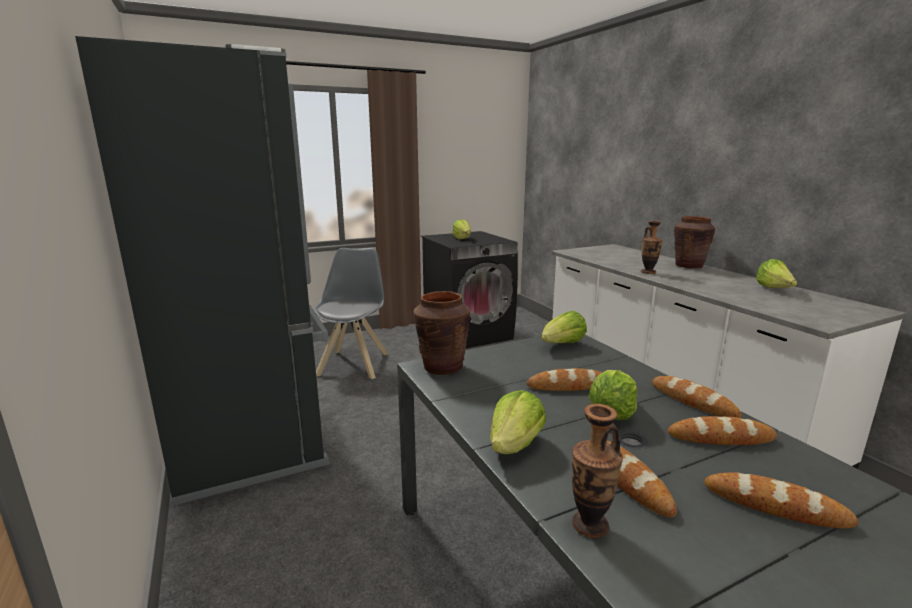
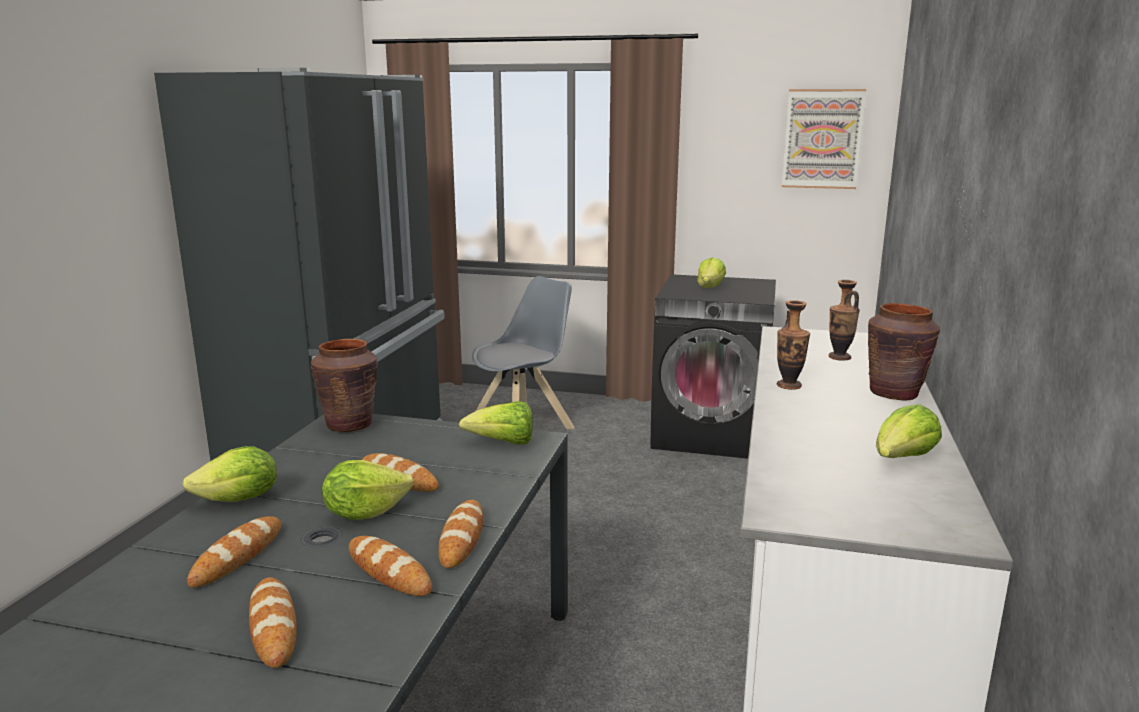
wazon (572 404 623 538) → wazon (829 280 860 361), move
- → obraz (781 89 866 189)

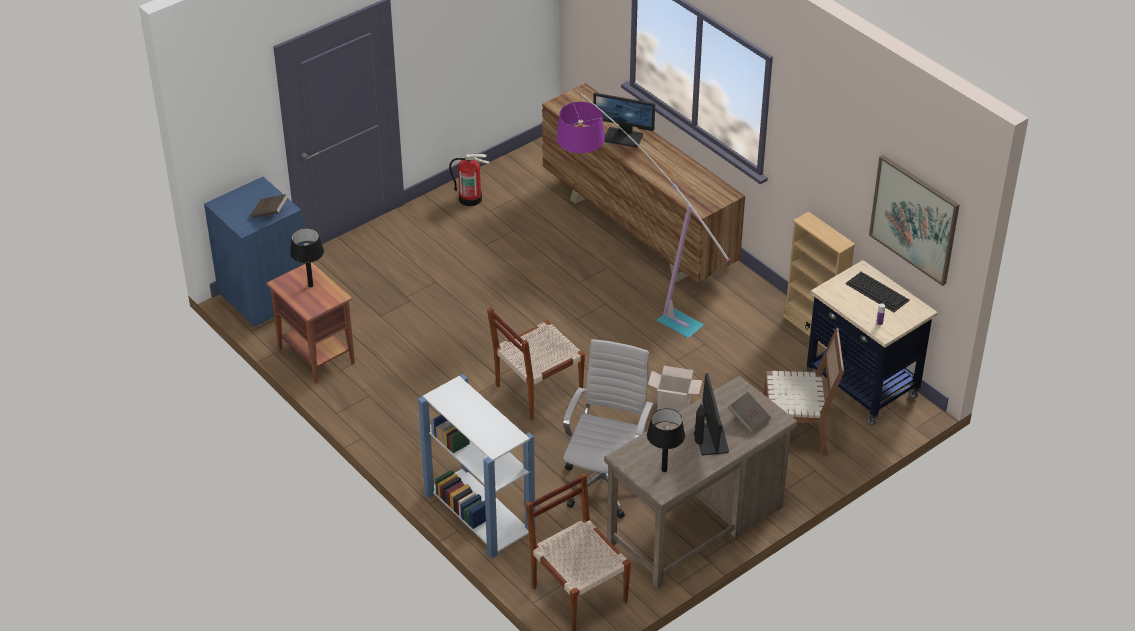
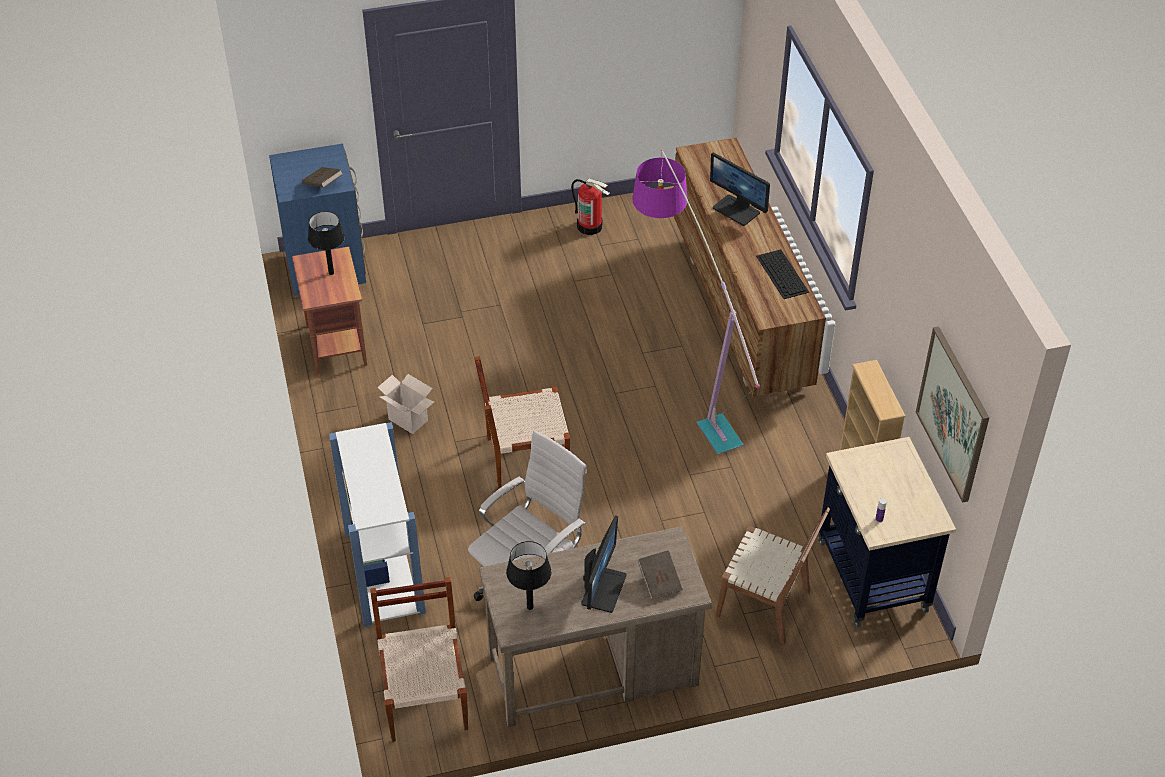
karton (648 366 702 412) → karton (377 374 434 434), move
klawiatura (845 272 910 312) → klawiatura (756 249 809 299), move

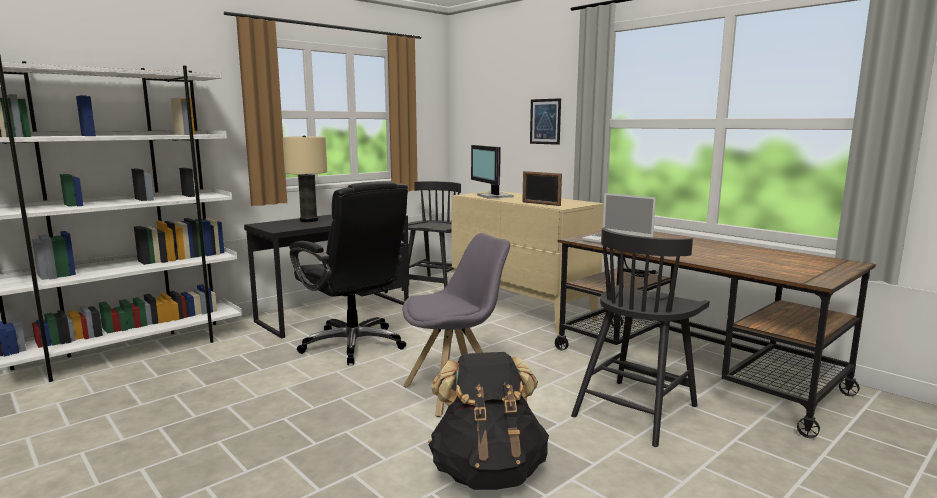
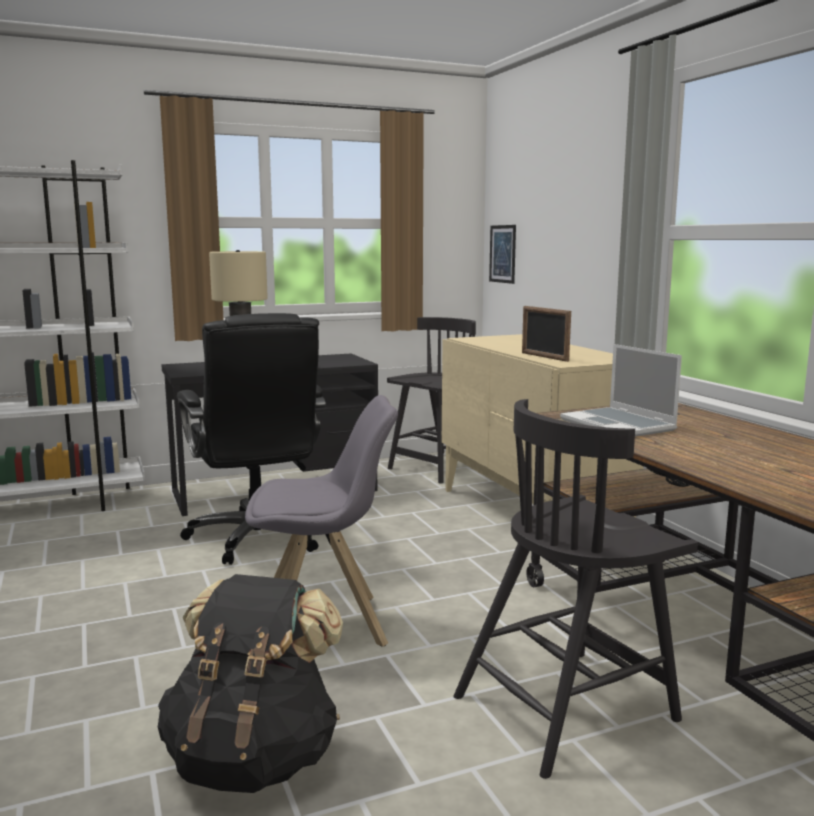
monitor (471 145 514 199) → -
obraz (530 98 561 145) → obraz (489 225 516 284), move

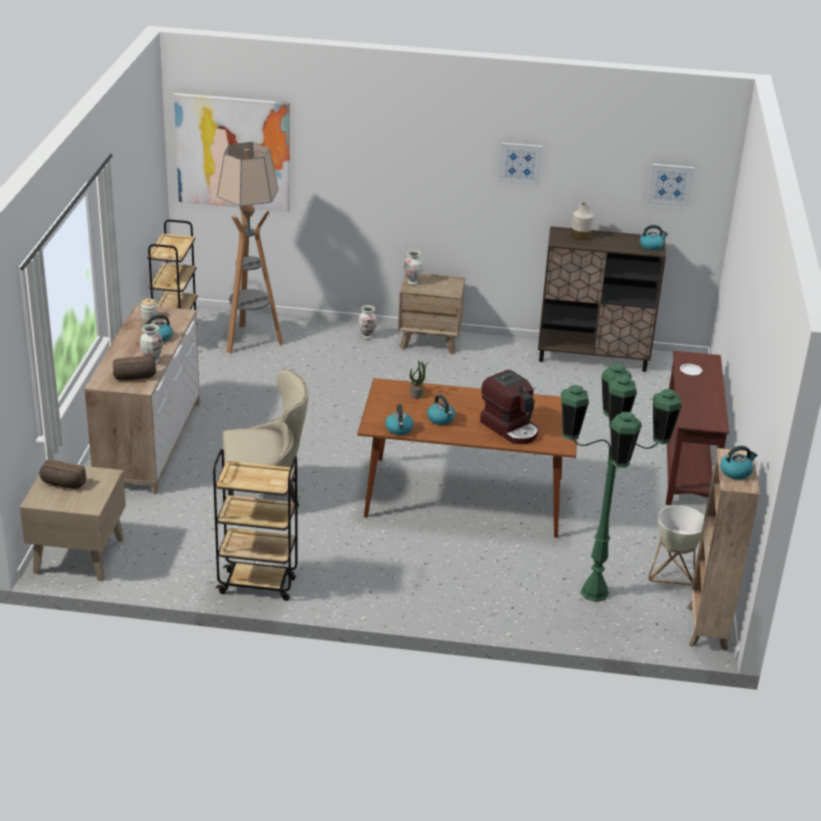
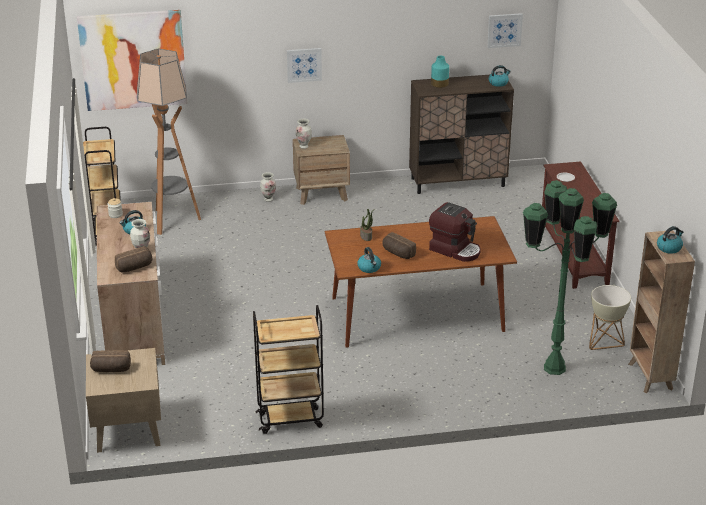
krzesło/beżowy (223 369 308 507) → -
czajnik (427 395 455 425) → chleb (383 232 416 259)
obraz (498 142 542 185) → obraz (287 48 322 83), move
wazon/beżowy (571 202 594 240) → wazon/turkusowy (431 56 449 88)

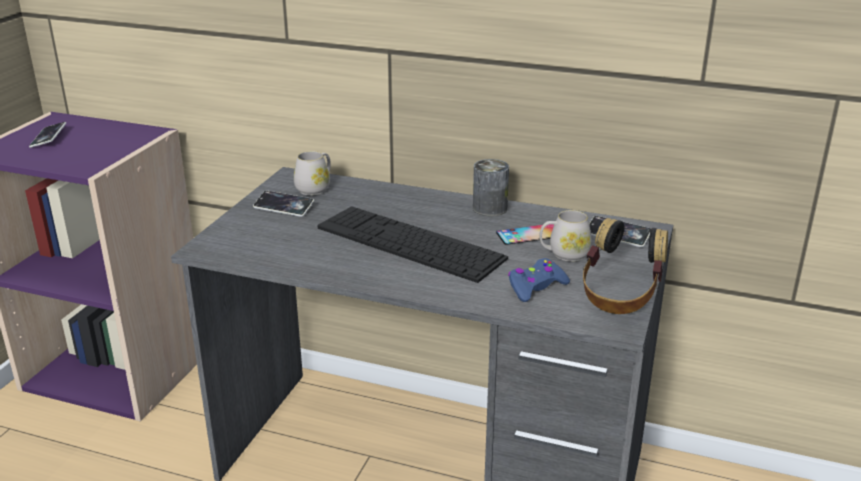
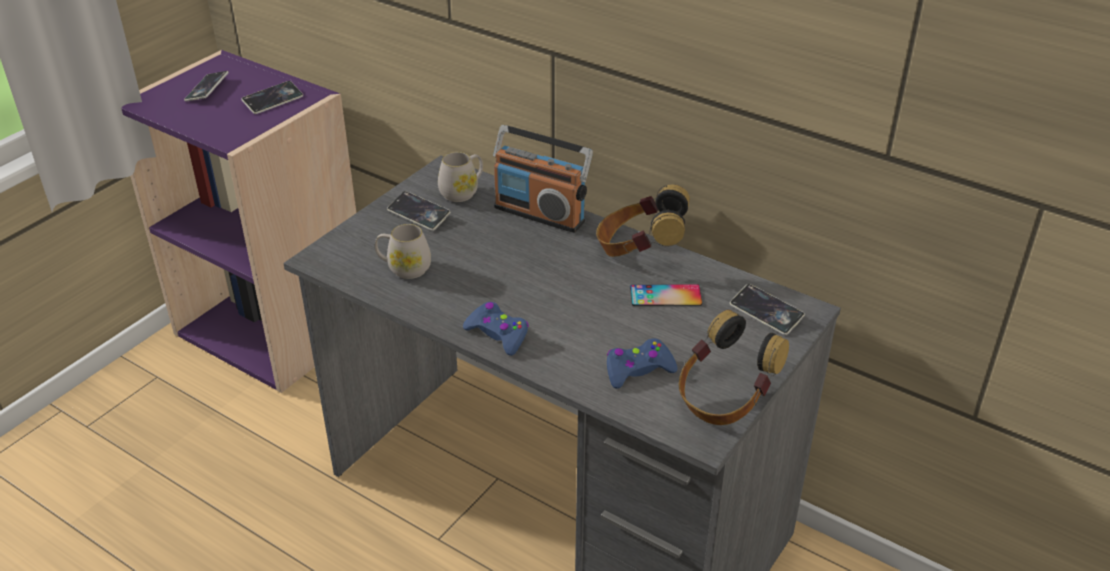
klawiatura (318 207 508 283) → -
puszka (473 159 509 216) → słuchawki (596 184 690 257)
kubek/biały (539 210 592 262) → kubek/biały (375 224 431 279), move
- → telefon (241 81 303 114)
- → pad do gier/niebieski (463 302 529 356)
- → radio (493 125 593 233)

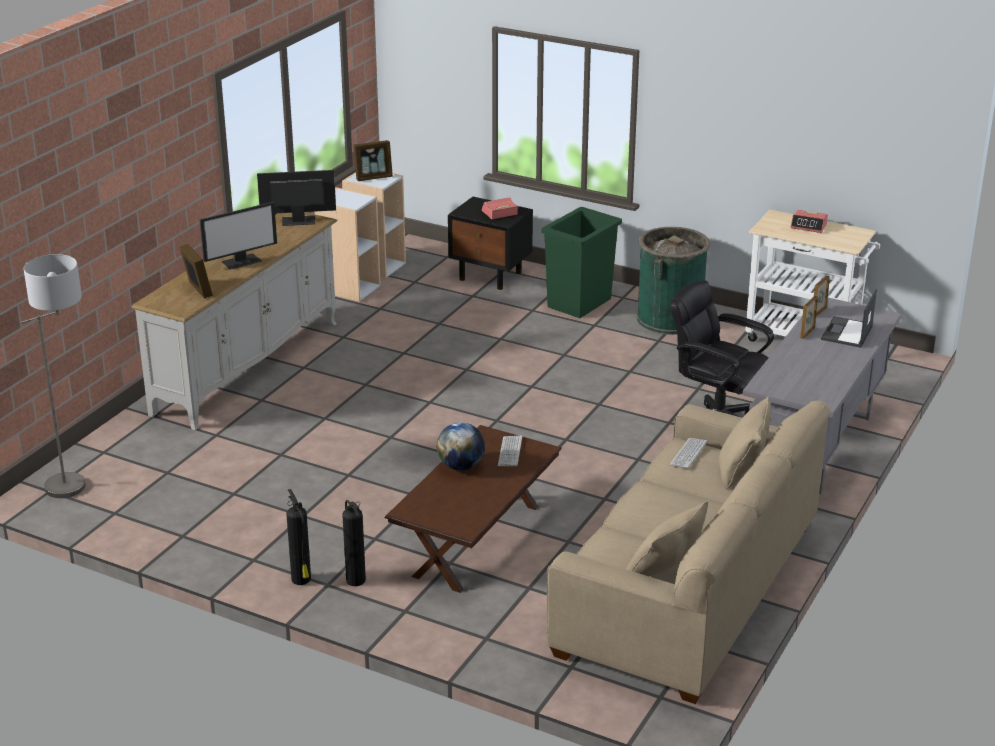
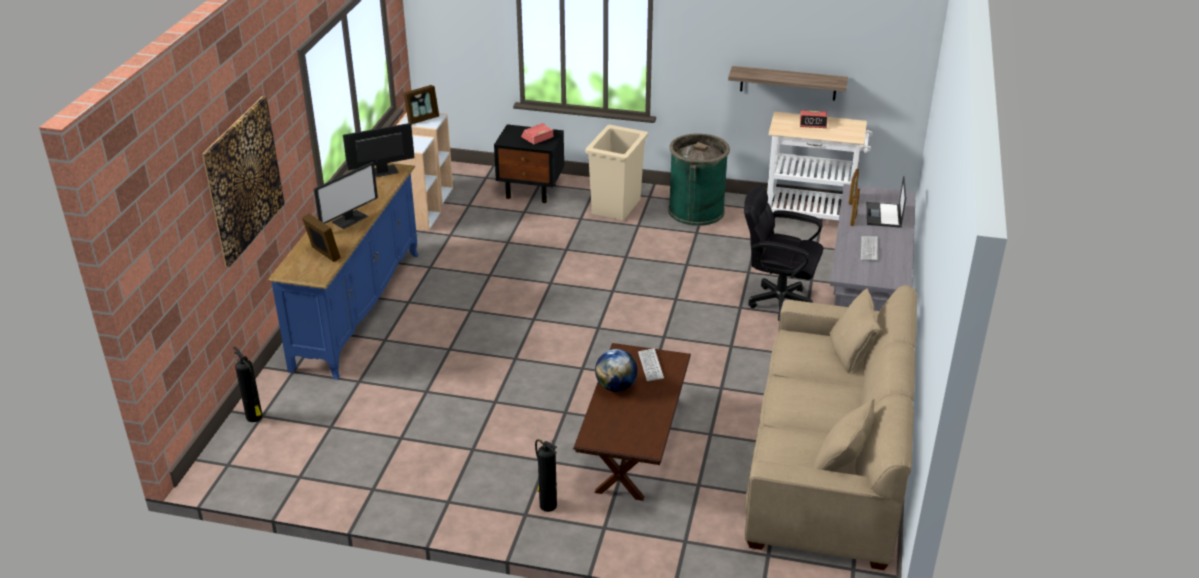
lampa stojąca/szary (20 254 86 498) → -
szafka/szary (131 212 337 430) → szafka/niebieski (269 163 419 380)
gaśnica (286 489 311 585) → gaśnica (233 346 262 422), move
kosz na śmieci/zielony (541 207 622 318) → kosz na śmieci/beżowy (586 125 648 221)
klawiatura (669 438 707 469) → klawiatura (861 236 878 261), move
- → obraz (202 96 285 267)
- → półka (728 66 848 101)

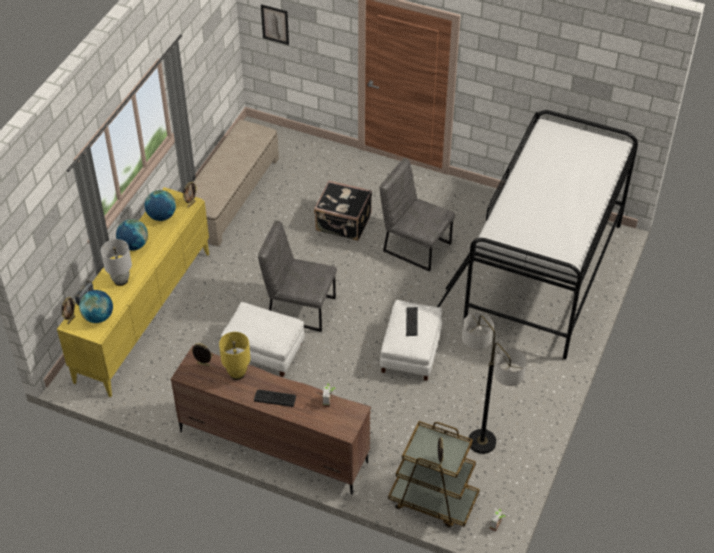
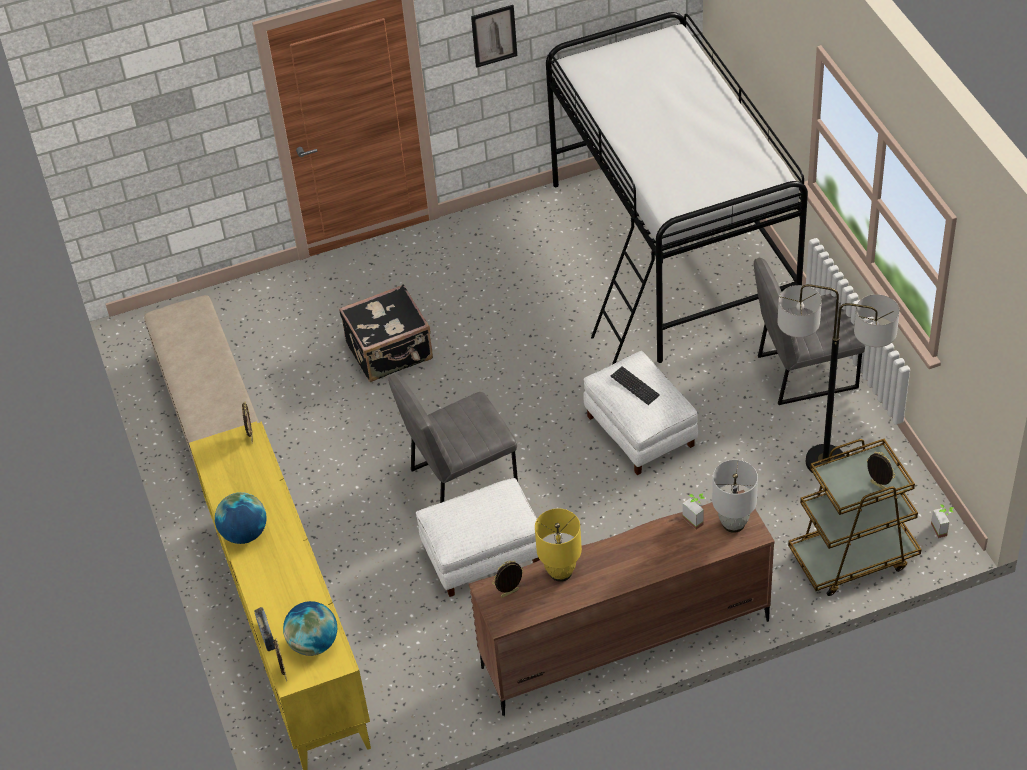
lampa stołowa/biały (101 239 132 286) → lampa stołowa/biały (712 460 758 533), move
globus (145 190 176 221) → -
klawiatura (254 390 296 407) → -
obraz (261 4 289 45) → obraz (471 5 517 68), move
krzesło/szary (380 158 455 272) → krzesło/szary (754 258 865 405), move

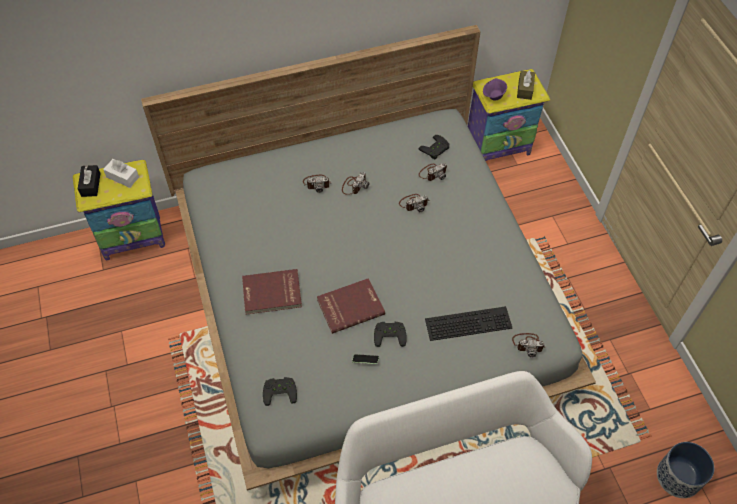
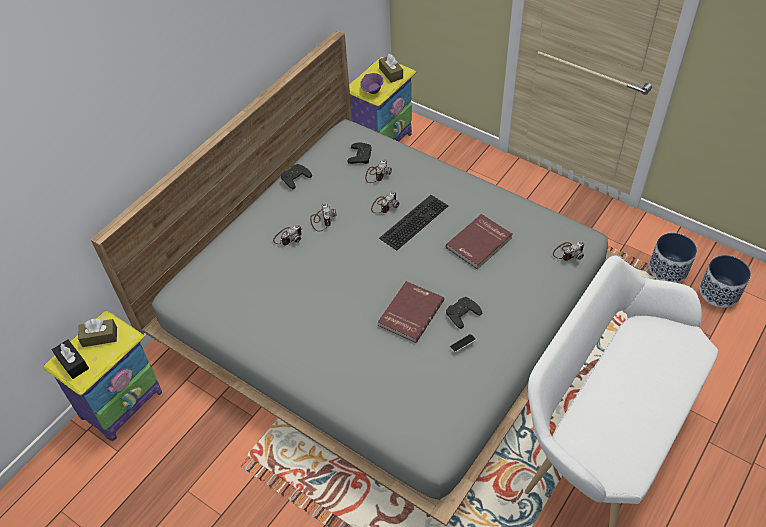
pudełko chusteczek/biały (103 159 139 188) → pudełko chusteczek/brązowy (78 318 117 347)
książka/czerwony (242 269 302 315) → książka/czerwony (446 214 512 269), move
pad do gier/czarny (263 377 297 406) → pad do gier/czarny (280 164 312 189), move
klawiatura (425 306 512 341) → klawiatura (379 195 448 251), move
- → donica (649 233 697 283)

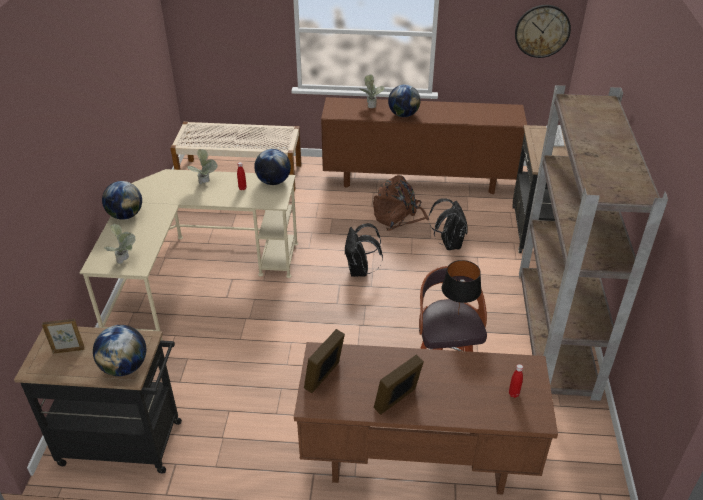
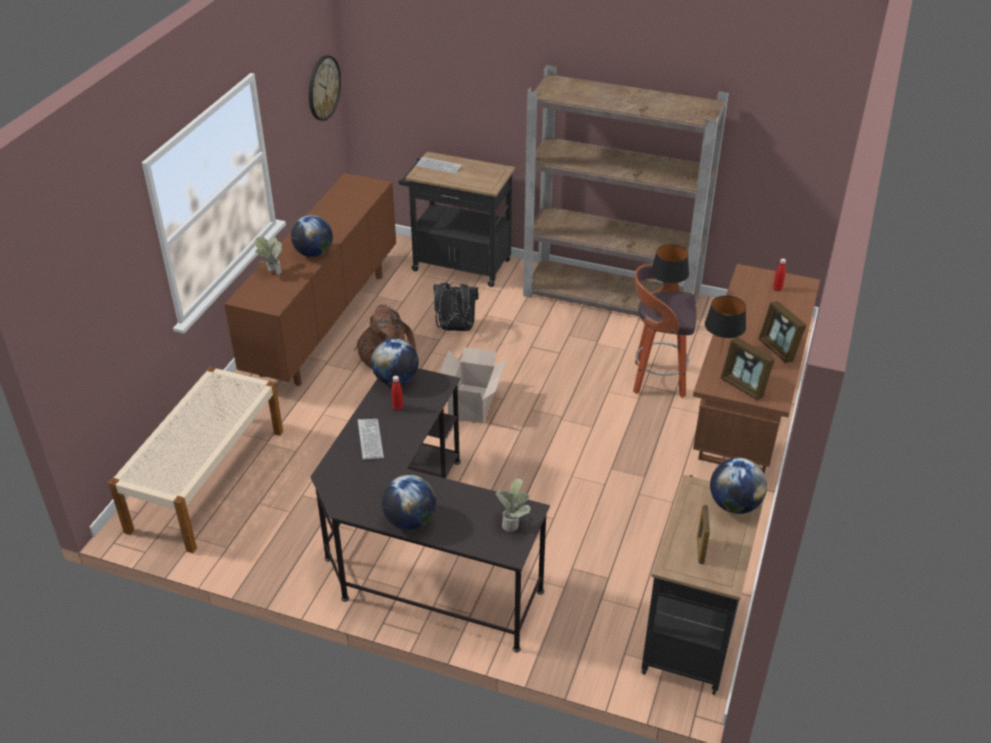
biurko/beżowy (80 169 298 341) → biurko/czarny (310 368 550 652)
roślina doniczkowa (187 149 217 185) → klawiatura (358 419 384 460)
plecak/czarny (344 223 383 277) → karton (439 347 507 423)
- → lampa stołowa/czarny (705 295 746 355)

